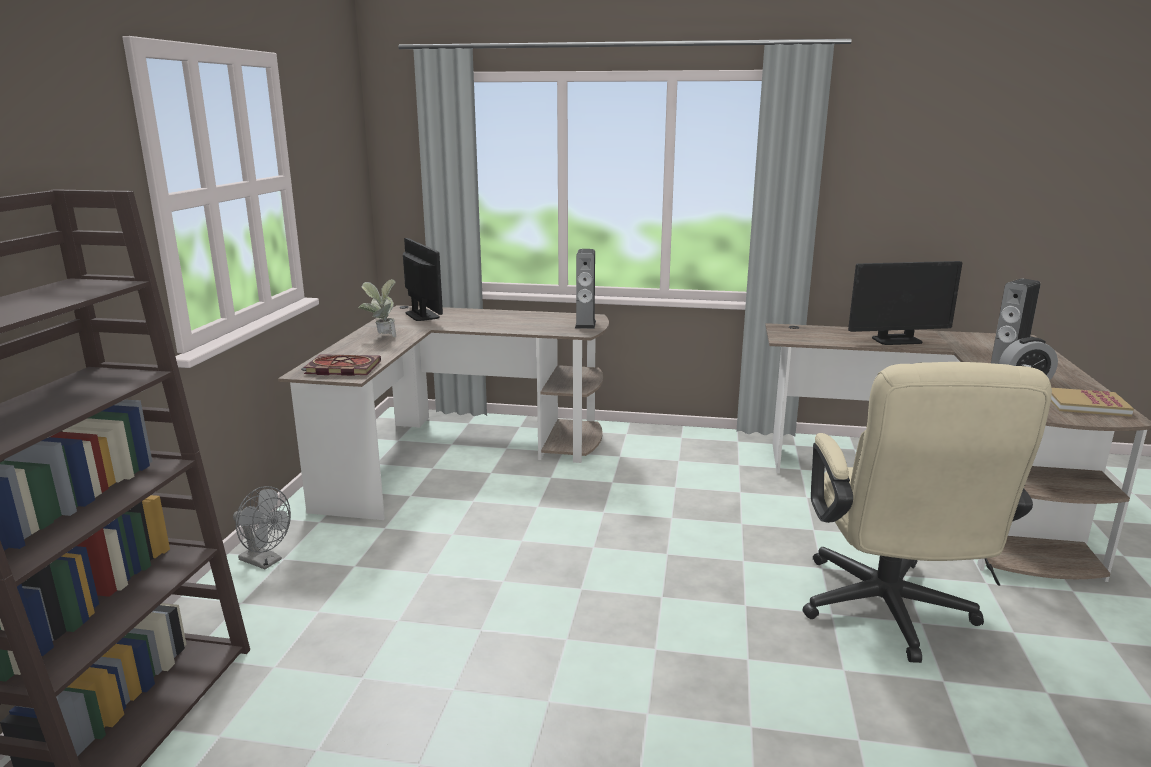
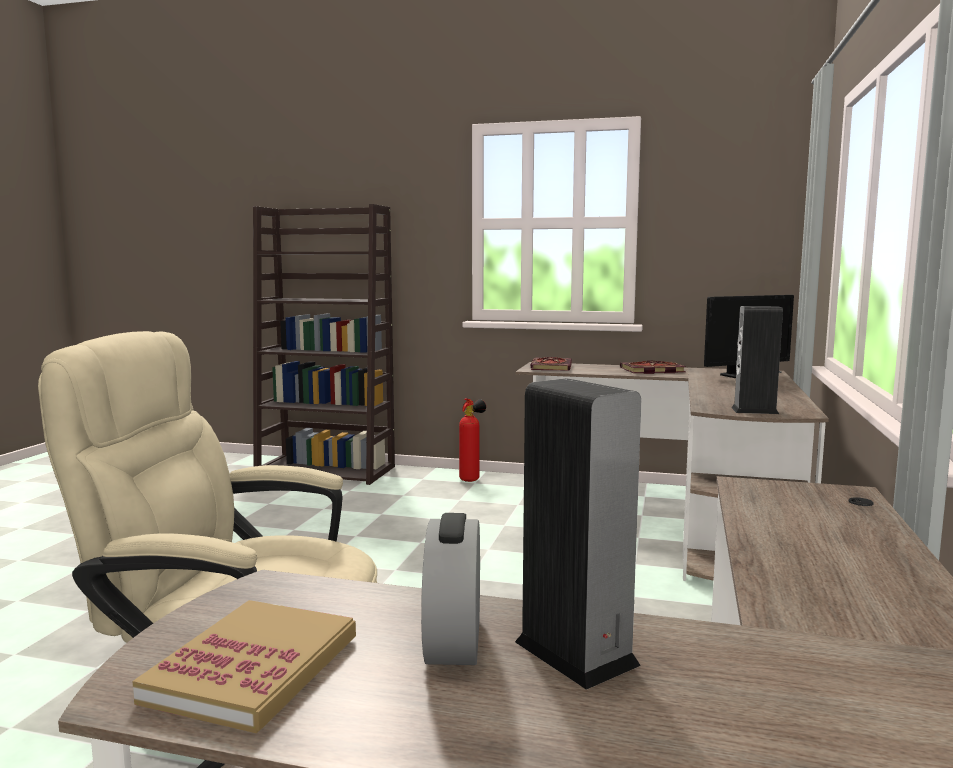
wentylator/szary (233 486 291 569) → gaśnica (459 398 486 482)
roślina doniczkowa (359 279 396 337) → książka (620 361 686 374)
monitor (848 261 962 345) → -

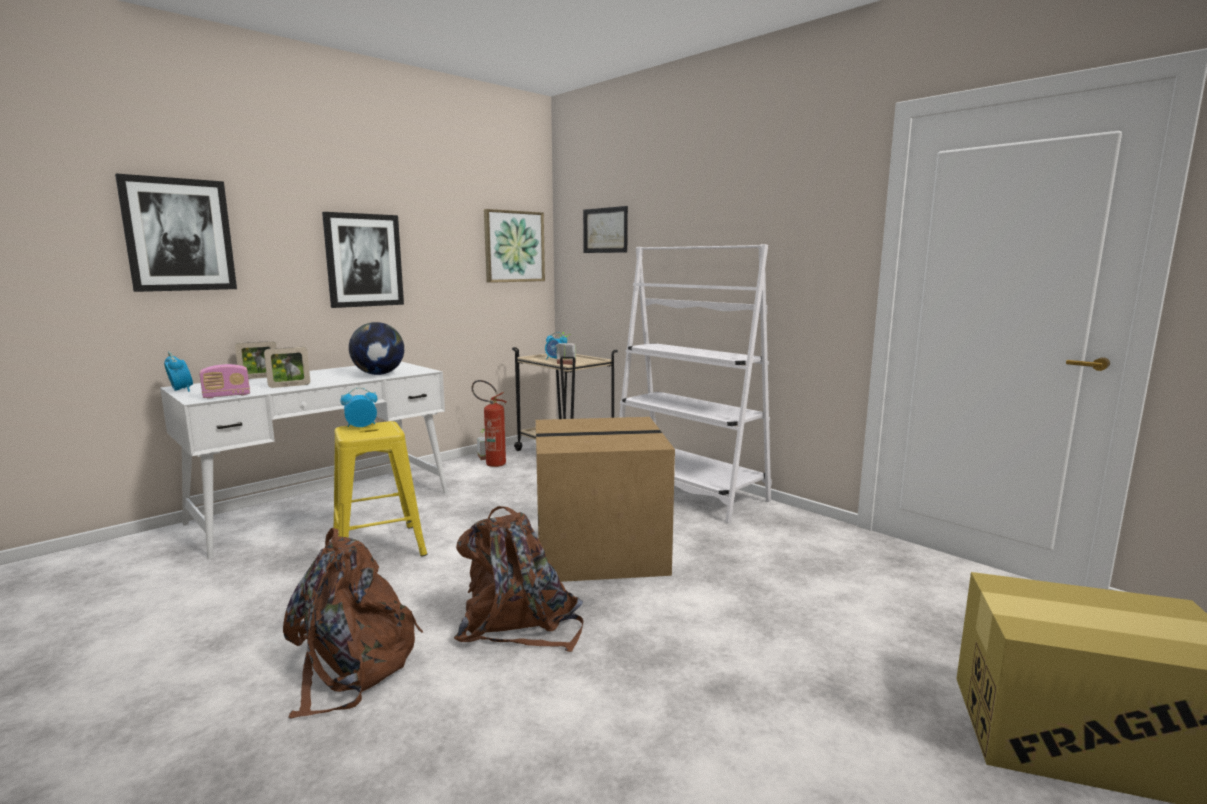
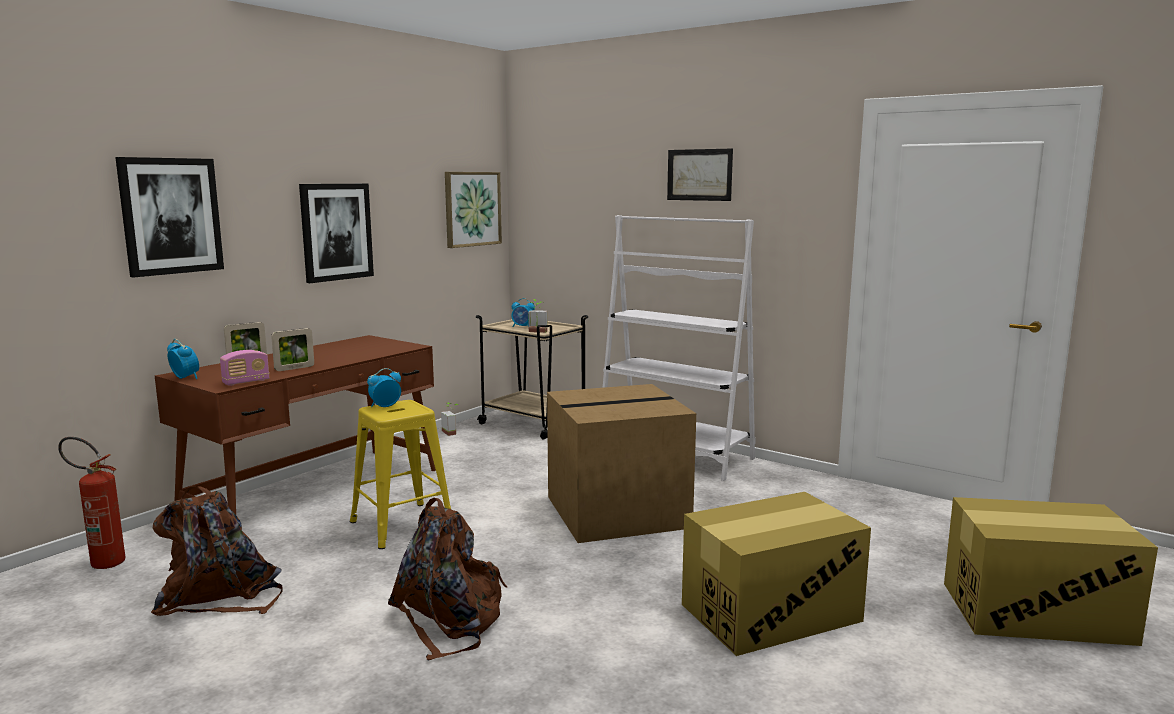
biurko/biały (160 362 448 559) → biurko/brązowy (155 335 436 515)
globus (349 322 404 375) → -
plecak/brązowy (454 506 583 652) → plecak/brązowy (151 486 283 616), move
gaśnica (472 380 507 467) → gaśnica (58 437 125 569), move
obraz (583 206 628 253) → obraz (667 148 733 201), move
- → karton (682 492 871 656)

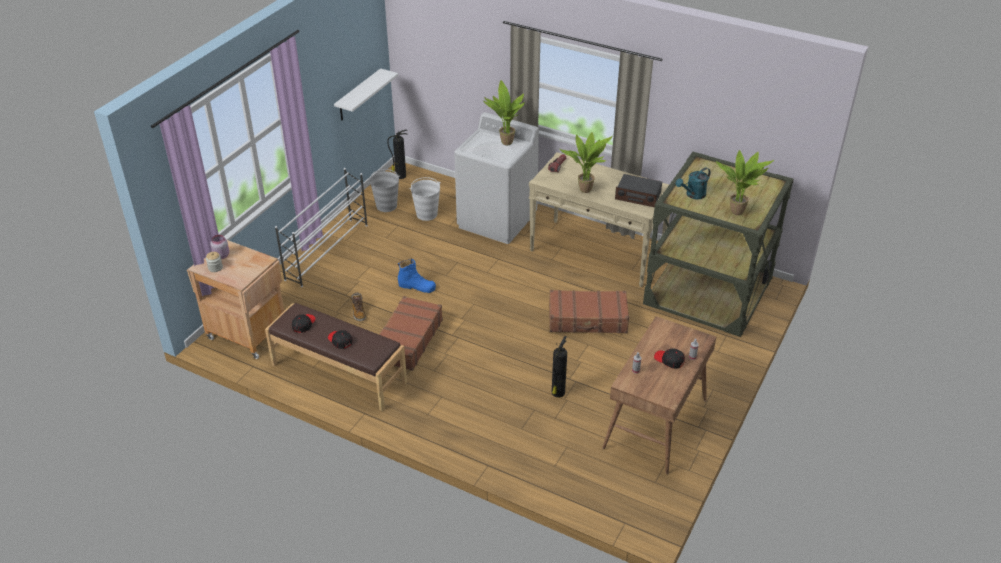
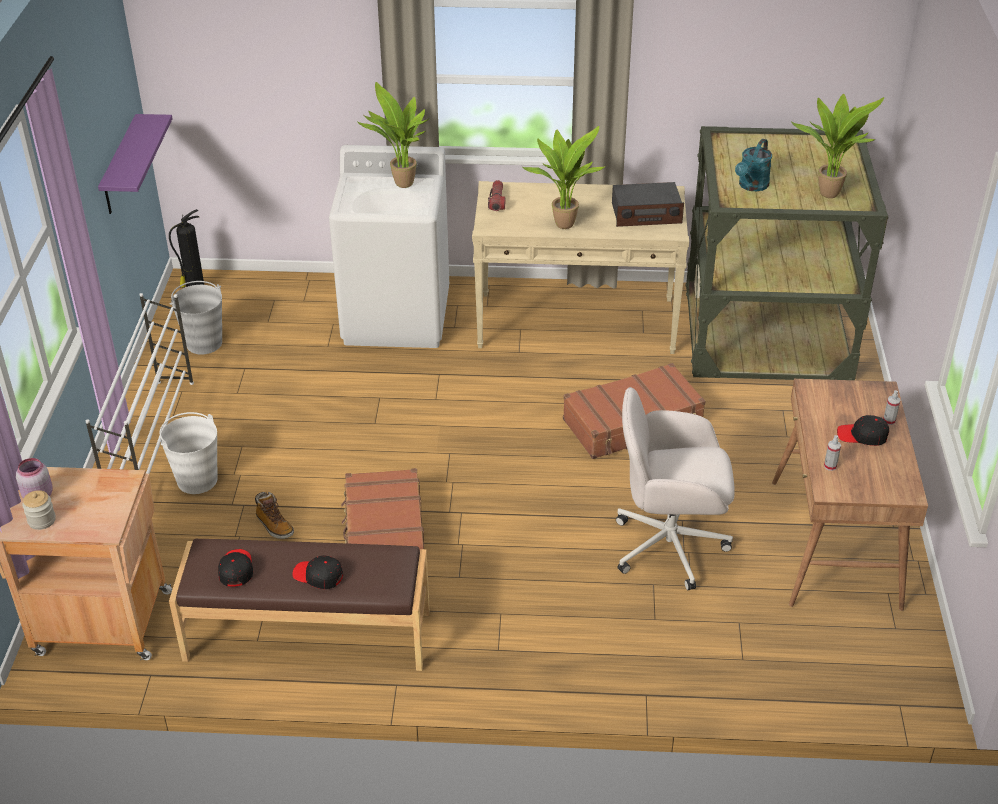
półka/biały (334 68 398 120) → półka/fioletowy (98 114 172 214)
but z cholewką/niebieski (398 259 436 293) → -
wiadro/biały (409 177 441 221) → wiadro/biały (159 412 217 494), move
gaśnica (552 336 567 398) → krzesło biurowe/biały (616 387 735 590)

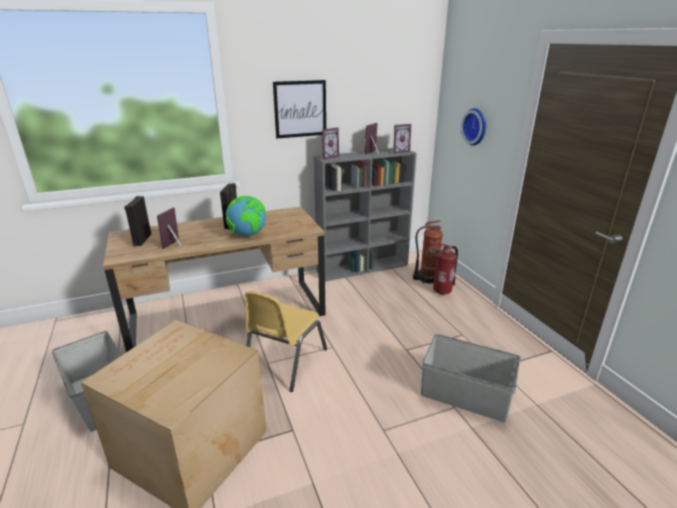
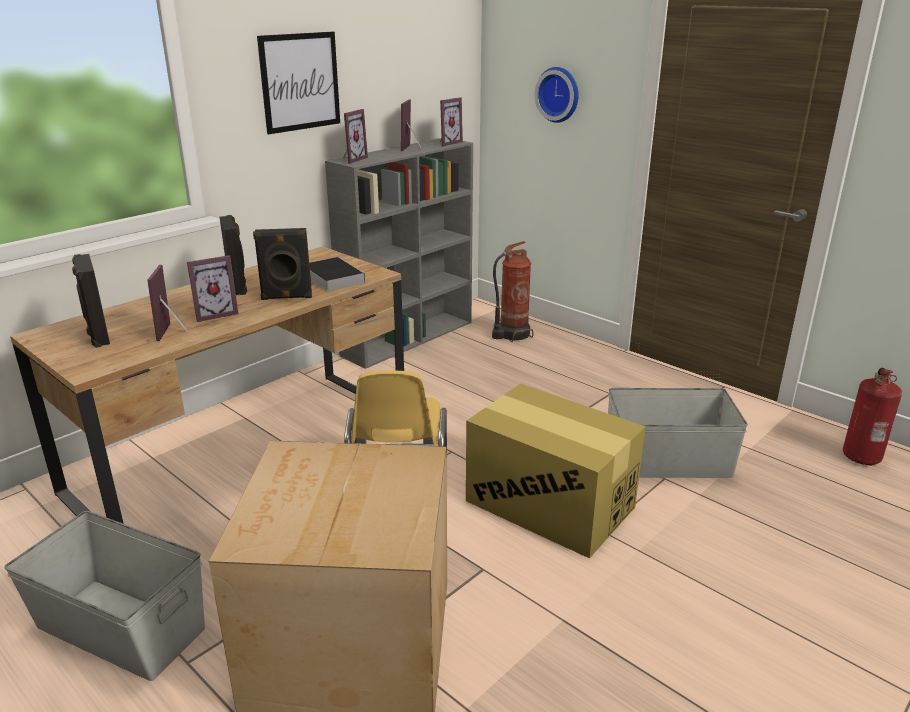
globus (226 196 266 237) → głośnik/czarny (253 228 312 300)
gaśnica (433 244 458 295) → gaśnica (843 368 902 466), move
- → ramka na zdjęcie (187 255 238 322)
- → książka (309 257 365 291)
- → karton (466 383 646 559)

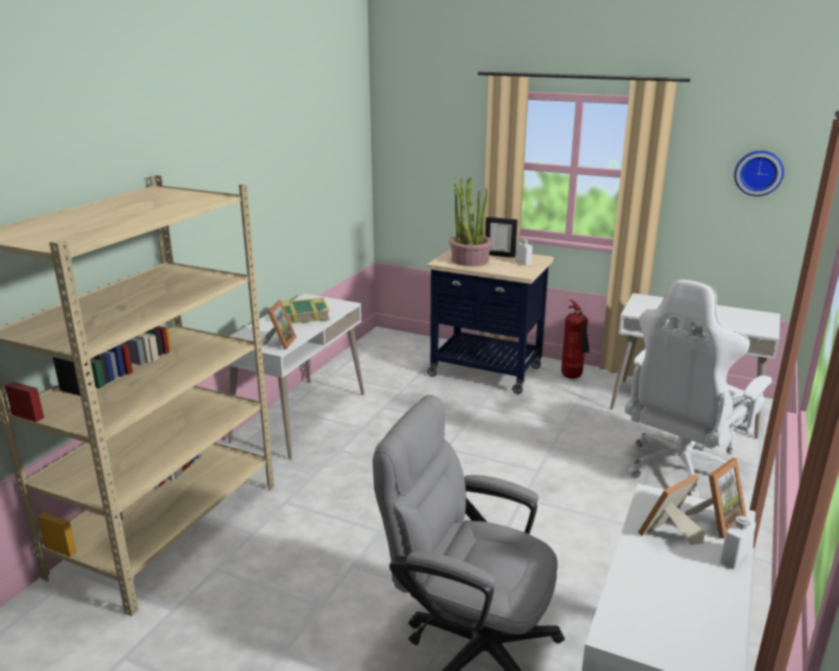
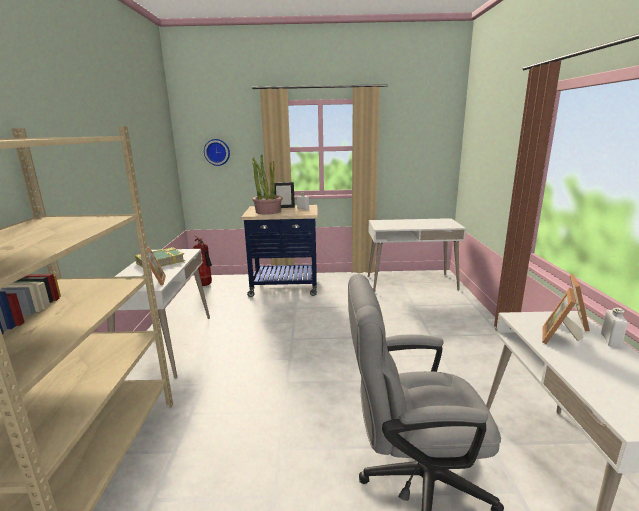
gaśnica (561 300 590 379) → gaśnica (193 235 212 286), move
krzesło biurowe/biały (625 280 772 498) → -
zegar ścienny (734 151 784 196) → zegar ścienny (204 139 230 166), move

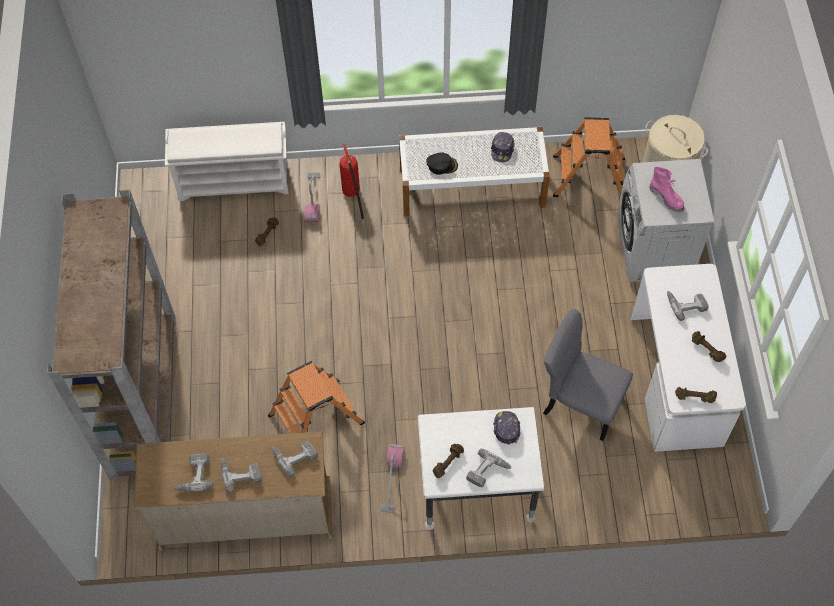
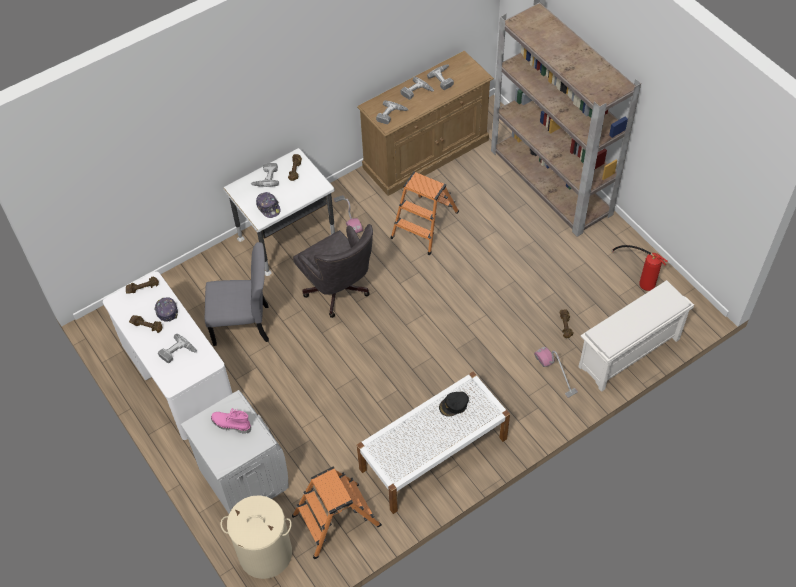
gaśnica (340 144 365 223) → gaśnica (611 245 667 291), move
czapka z daszkiem (491 132 515 162) → czapka z daszkiem (154 297 178 322), move
- → krzesło biurowe/szary (293 224 373 318)

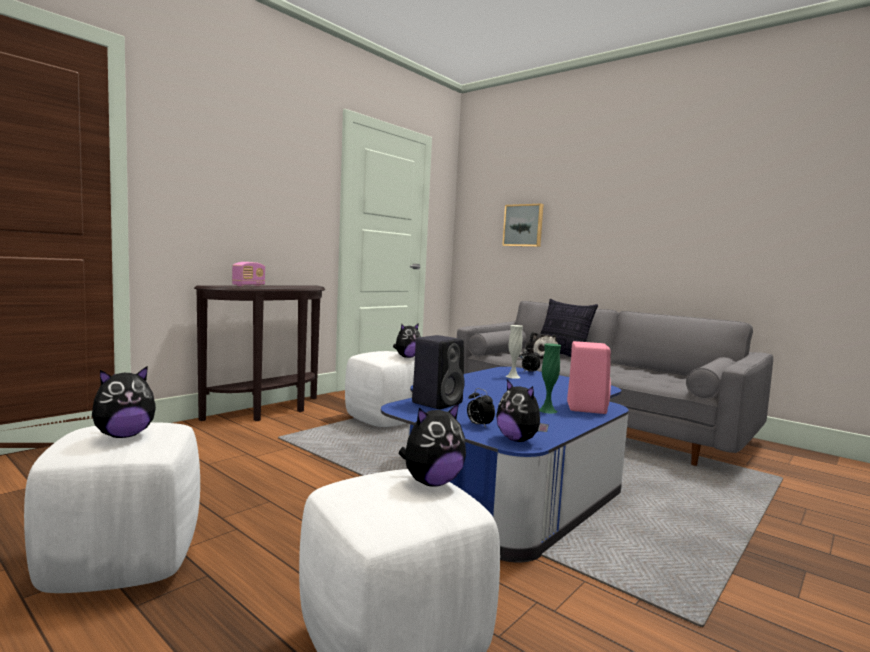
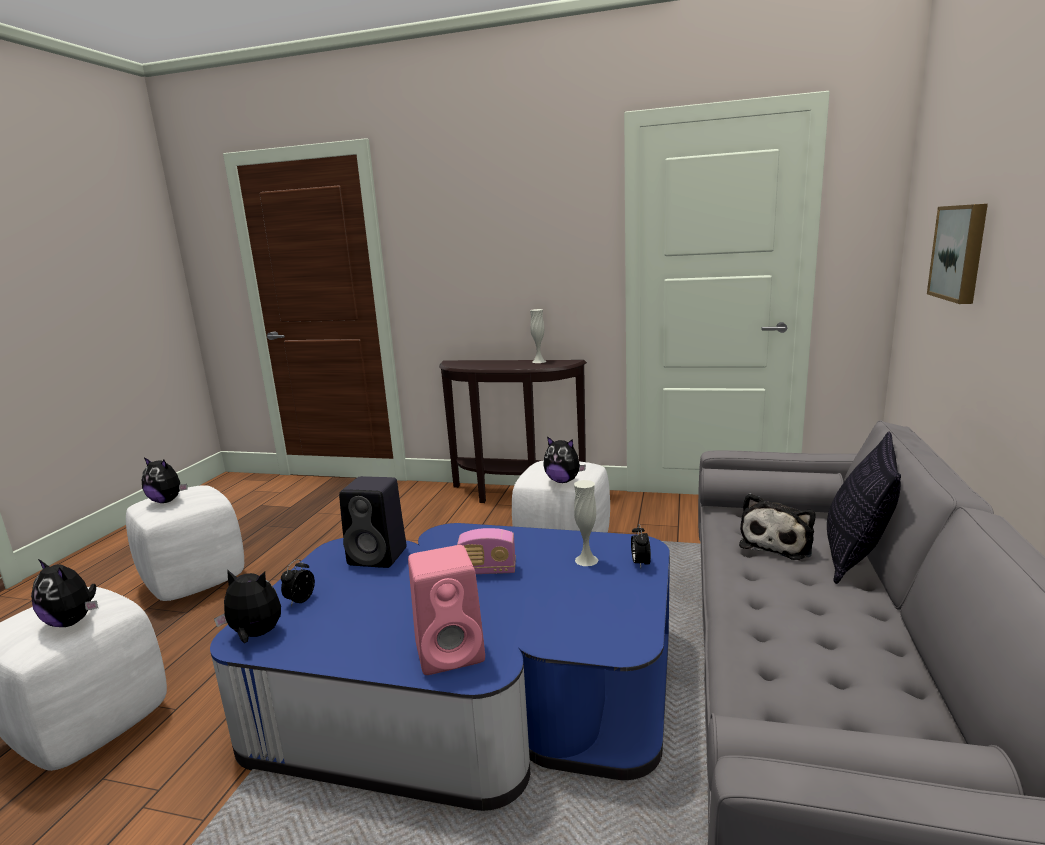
radio (232 262 265 286) → radio (457 528 516 574), move
pluszak (496 379 549 442) → pluszak (214 569 281 643), 75 degrees clockwise
wazon/zielony (539 343 561 414) → -
- → wazon/biały (530 309 546 363)

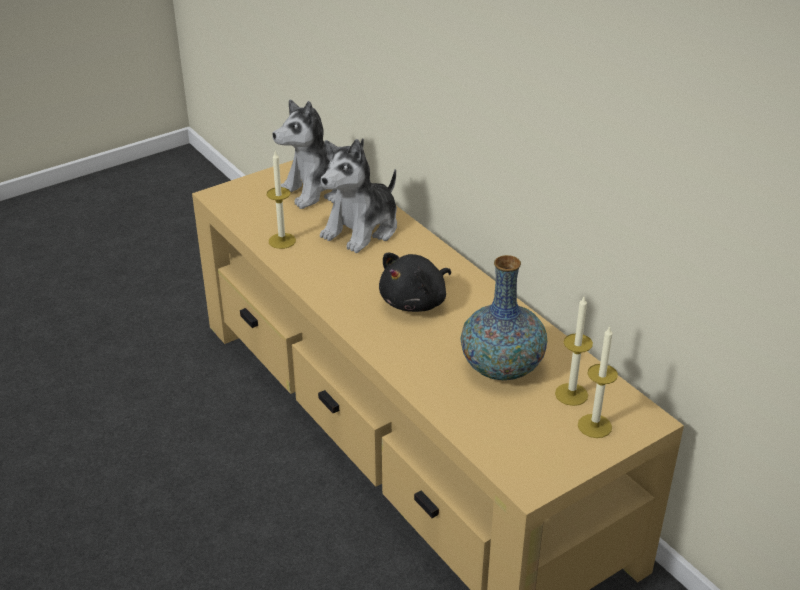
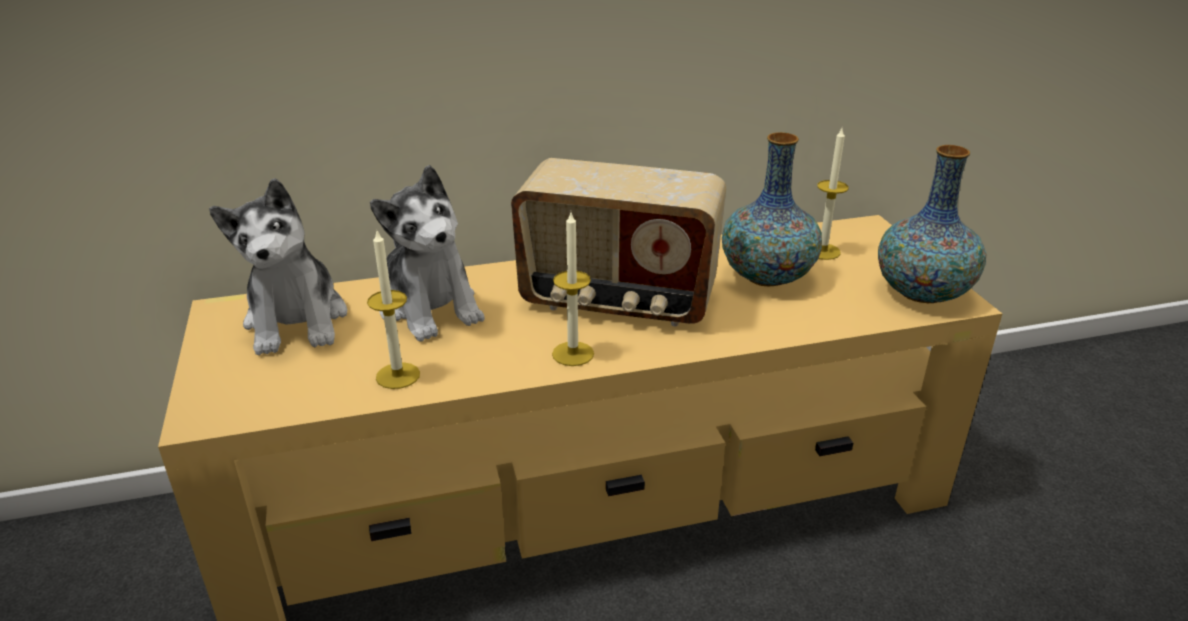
pluszak/czarny (379 253 451 312) → radio (511 158 726 326)
świeca (578 326 618 438) → świeca (552 213 594 366), move
- → wazon (878 145 987 303)

